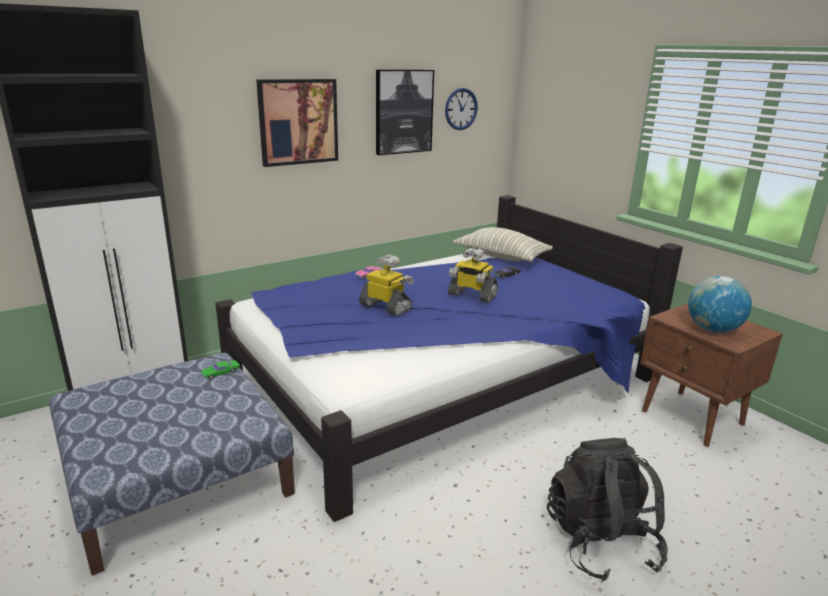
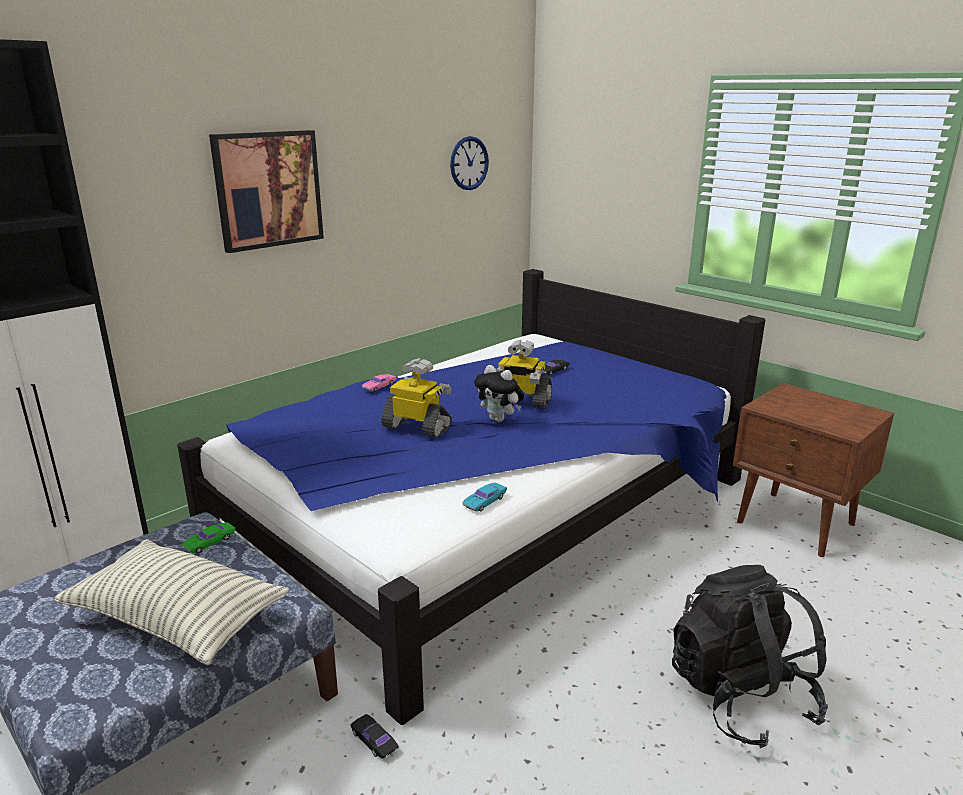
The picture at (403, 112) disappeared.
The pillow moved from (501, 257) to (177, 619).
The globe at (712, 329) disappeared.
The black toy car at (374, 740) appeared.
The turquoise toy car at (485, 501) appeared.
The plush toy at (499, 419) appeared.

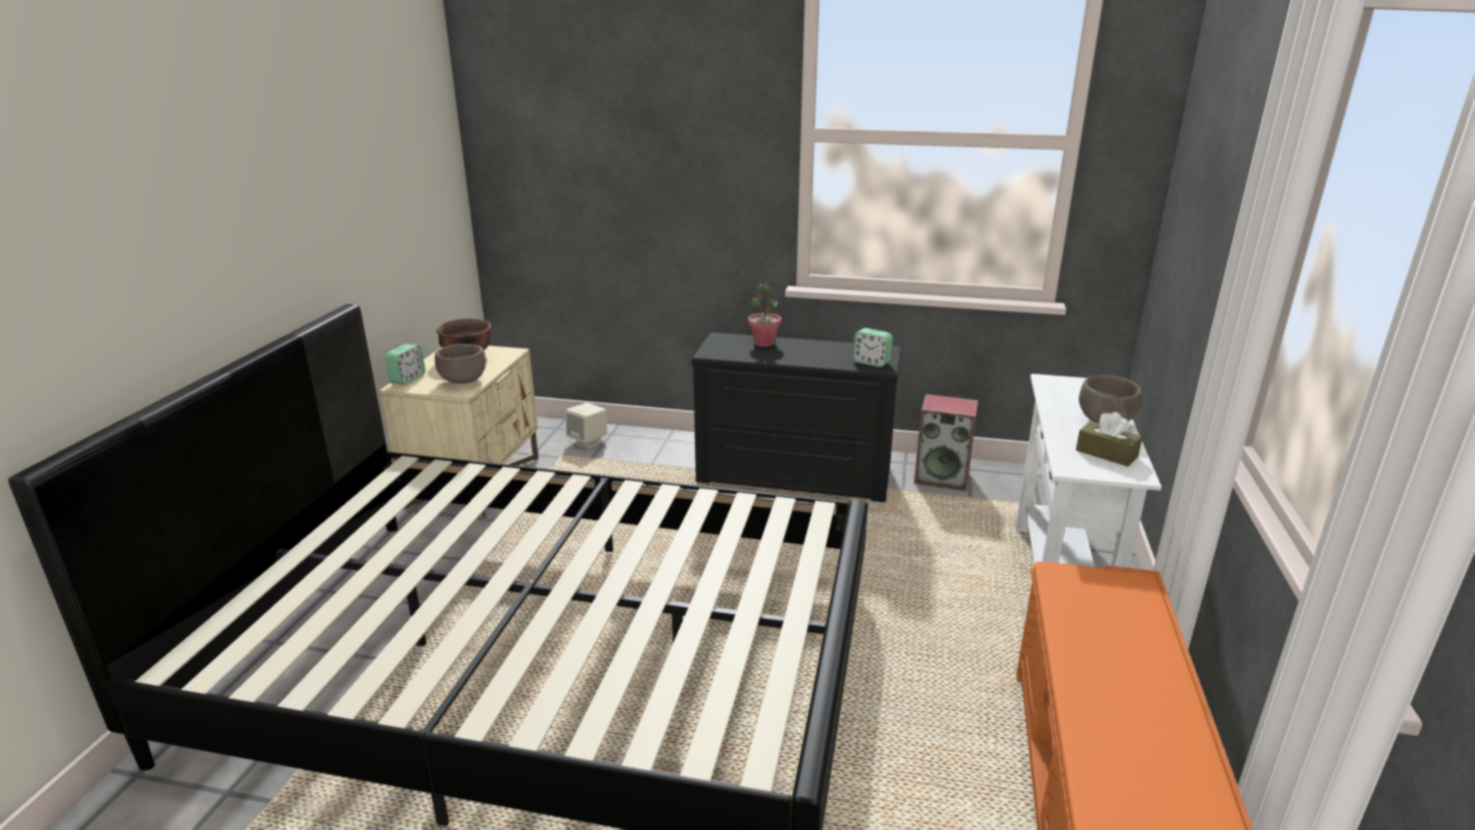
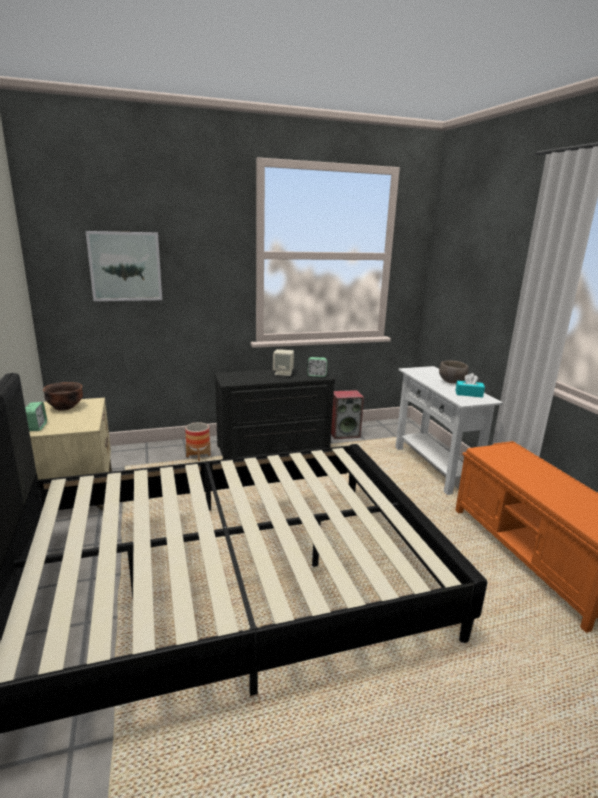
The brown bowl at (463, 381) disappeared.
The beige speaker moved from (588, 441) to (283, 373).
The potted plant at (764, 343) disappeared.
The brown tissue box at (1106, 453) became the turquoise tissue box at (469, 394).
The picture at (125, 266) appeared.
The planter at (198, 456) appeared.

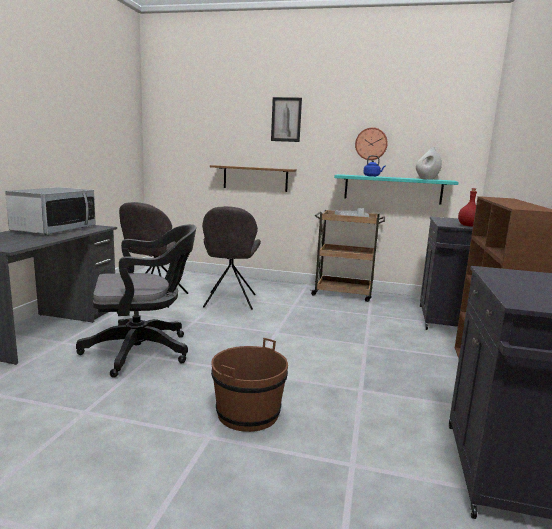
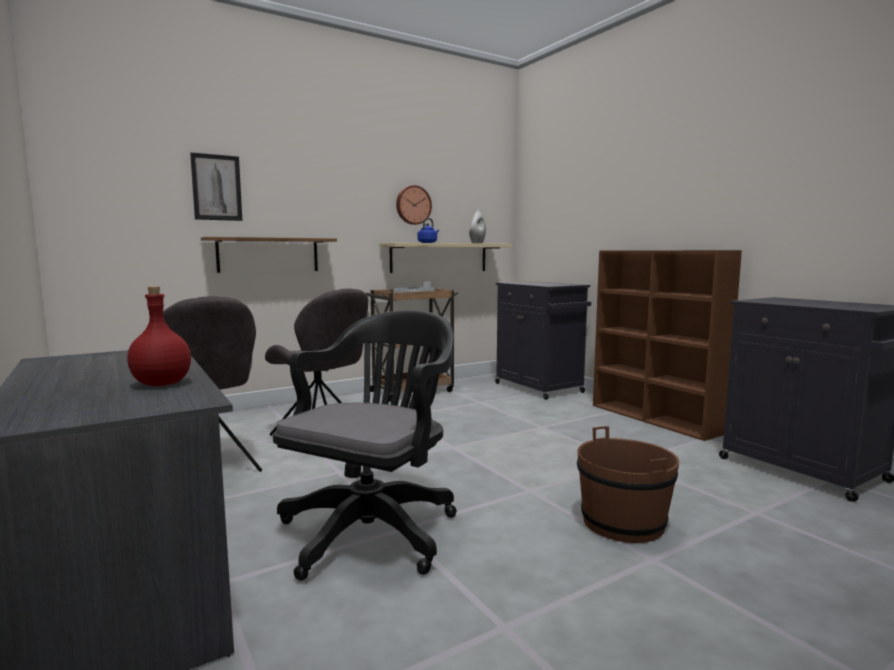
The microwave at (54, 230) disappeared.
The picture moved from (286, 119) to (216, 187).
The turquoise shelf at (392, 189) became the beige shelf at (439, 257).
The red bottle moved from (468, 226) to (160, 384).

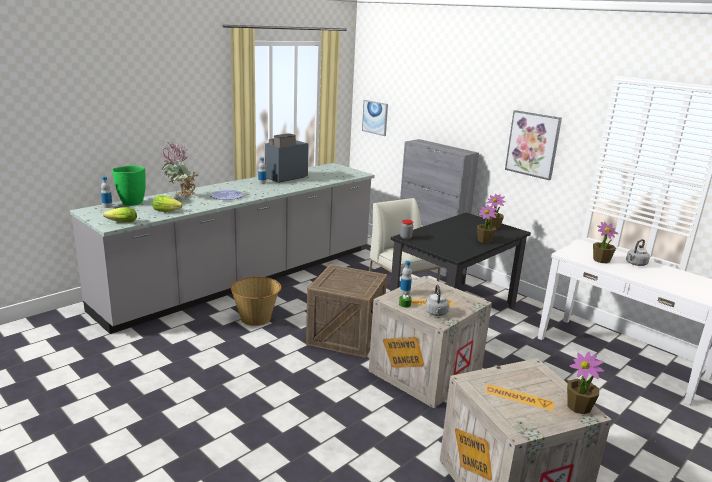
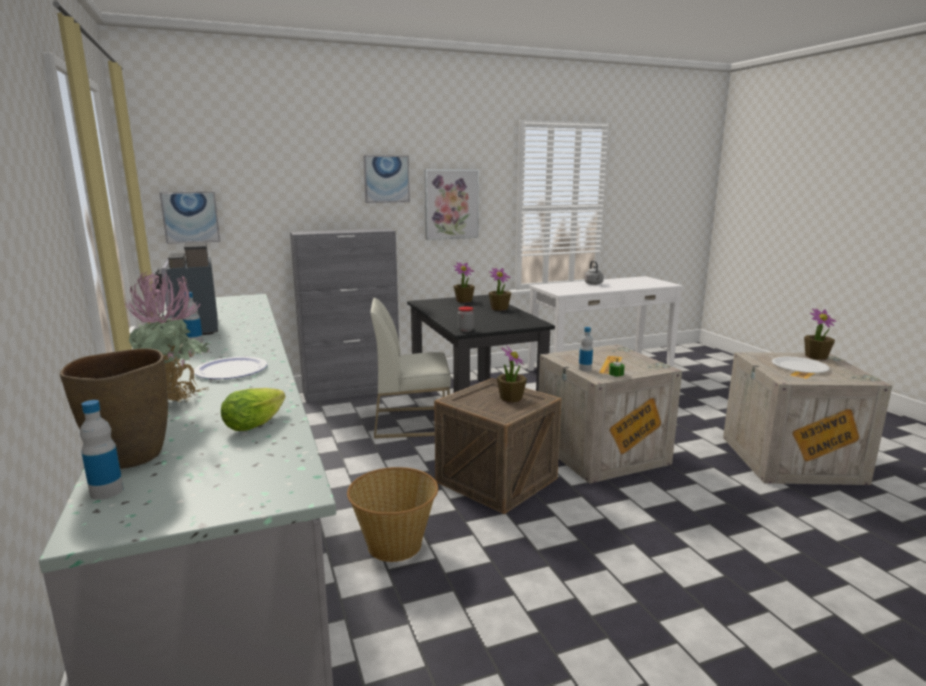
The lettuce at (120, 222) disappeared.
The green vase at (131, 203) became the brown vase at (130, 458).
The grey kettle at (436, 313) disappeared.
The potted plant moved from (601, 260) to (511, 398).
The picture at (386, 179) appeared.
The white plate at (799, 366) appeared.

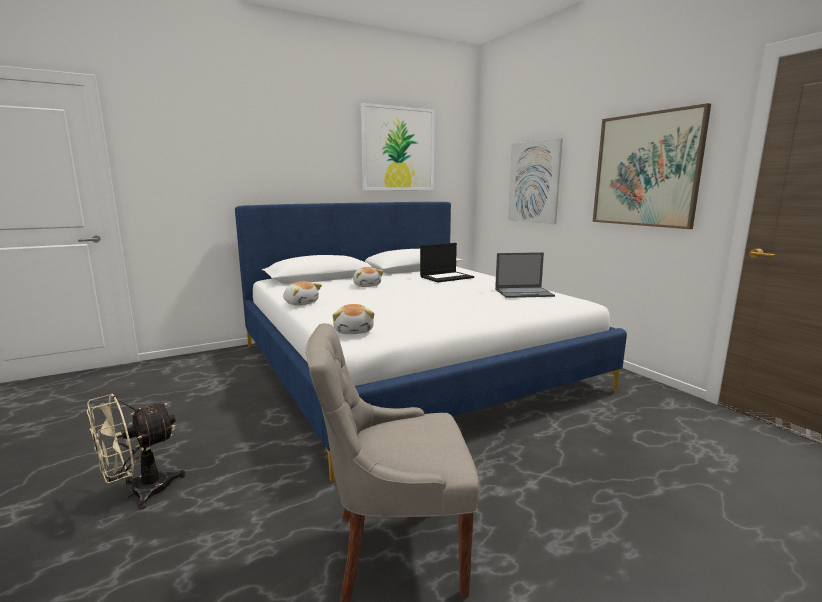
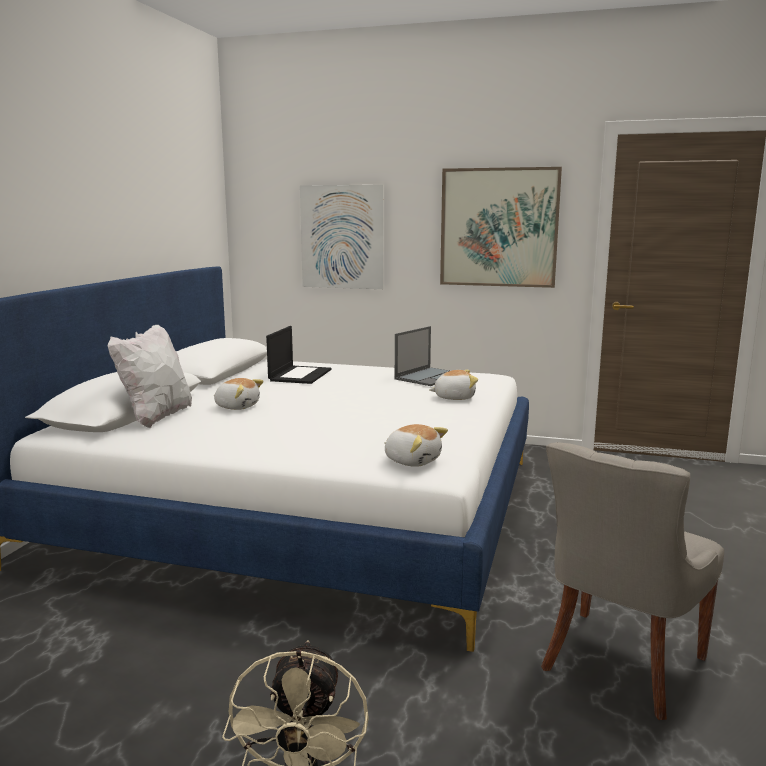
The plush toy moved from (301, 303) to (454, 397).
The picture at (398, 149) disappeared.
The white pillow at (156, 417) appeared.

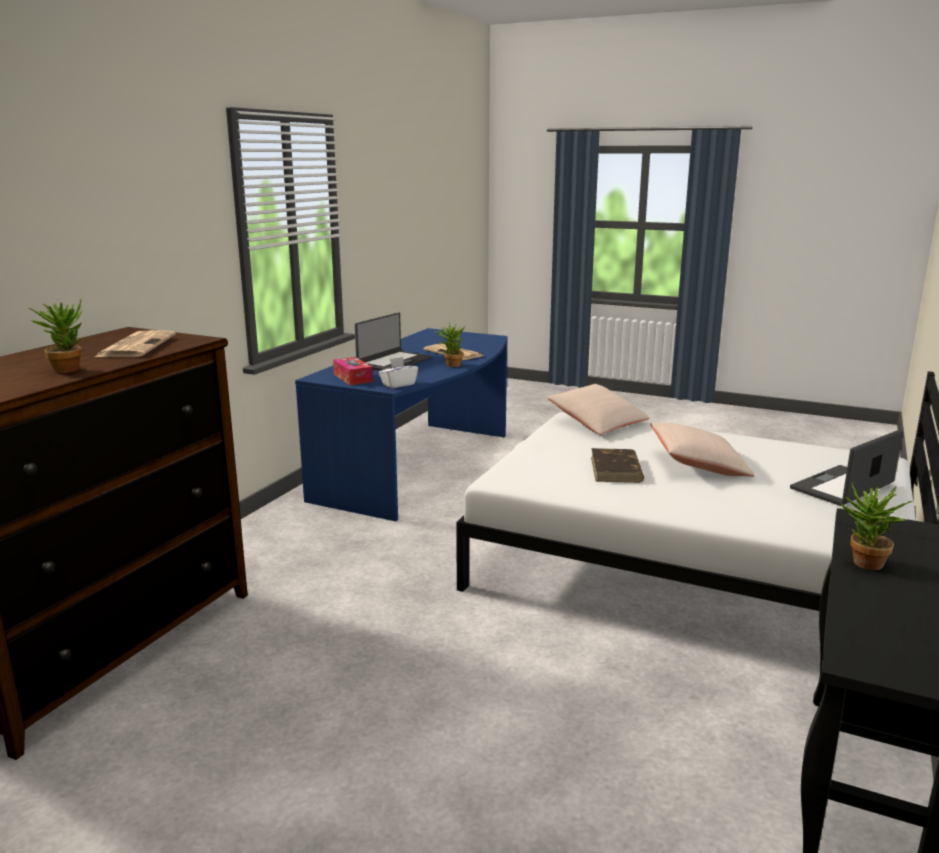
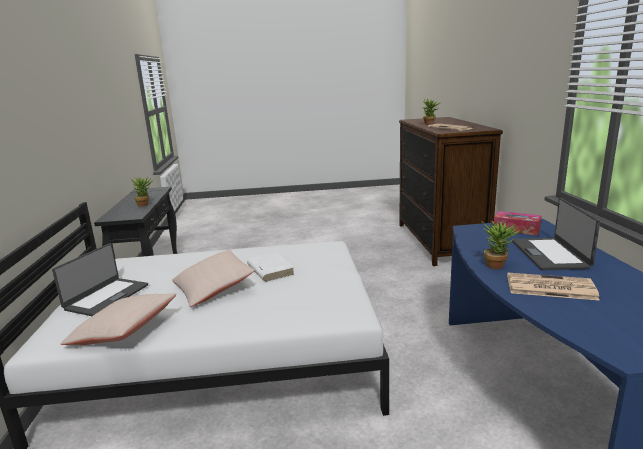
The white tissue box at (398, 384) disappeared.
The beige pillow moved from (597, 422) to (124, 332).
The brown book at (616, 470) became the white book at (270, 269).

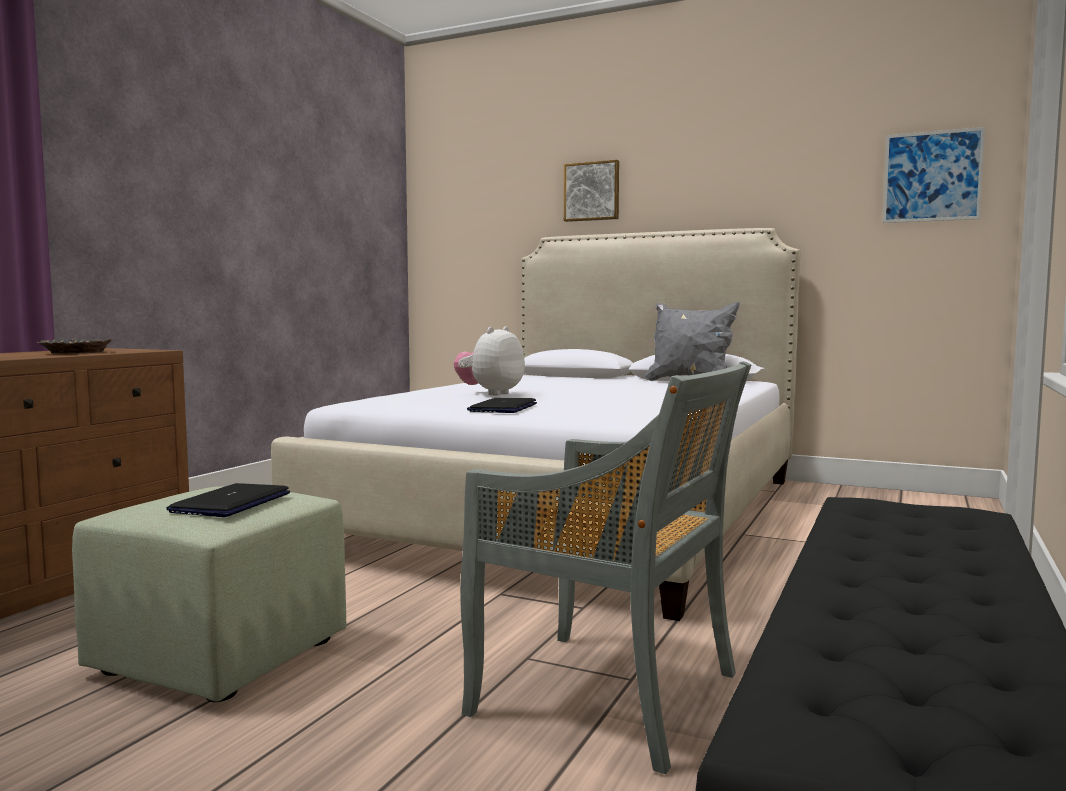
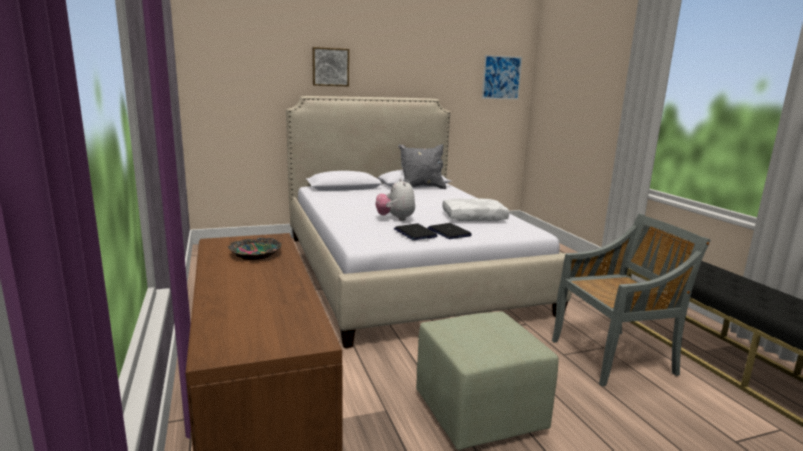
The laptop moved from (231, 503) to (415, 233).
The white pillow at (474, 217) appeared.

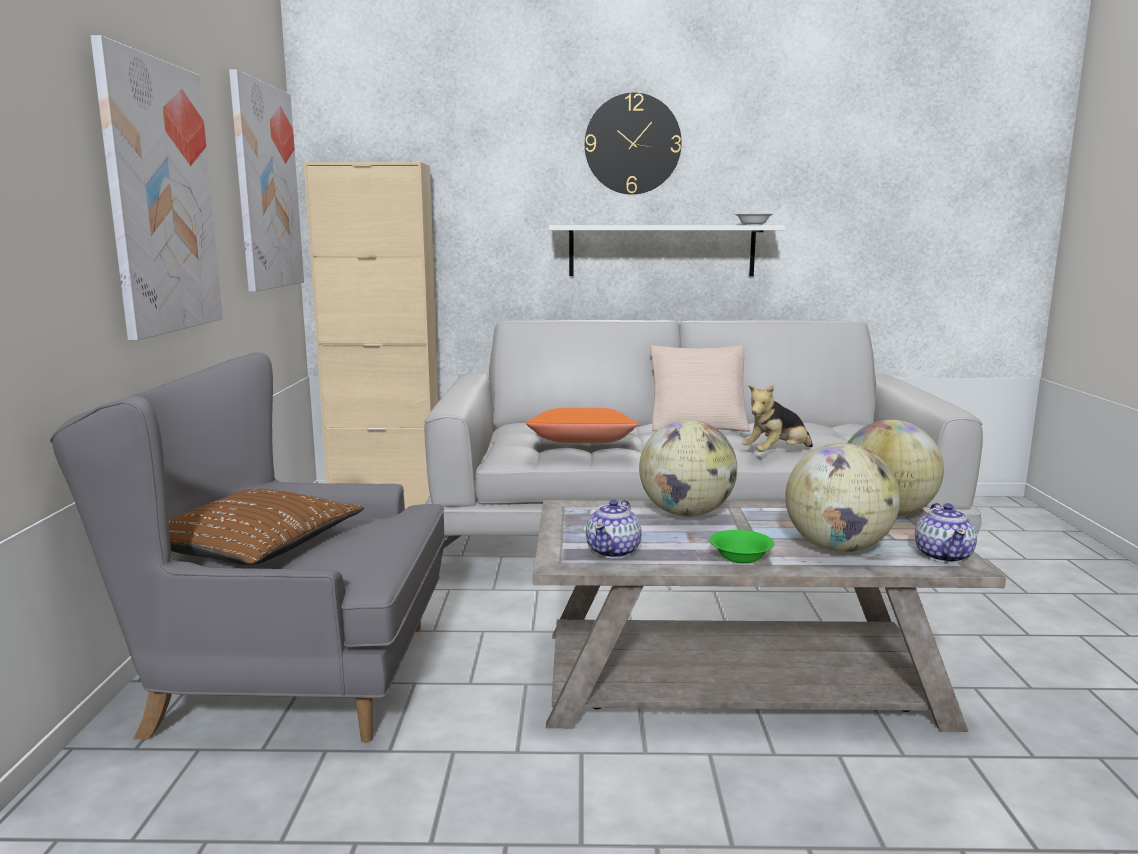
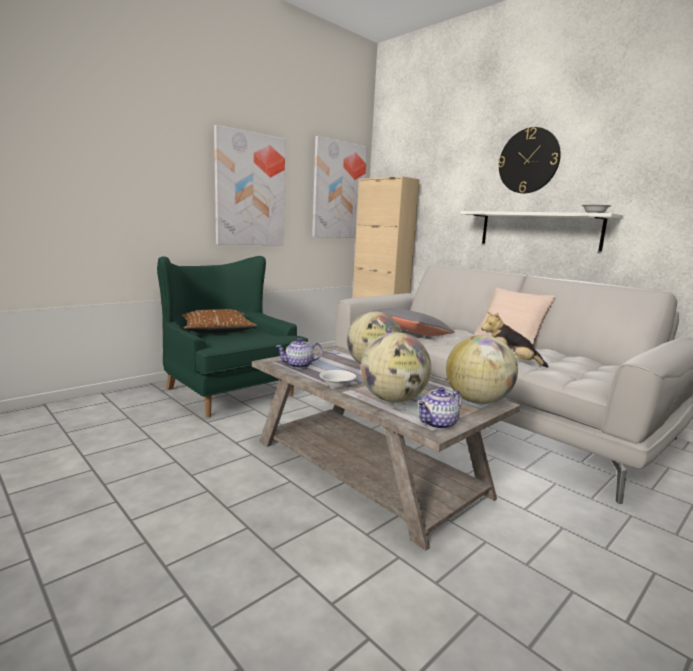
The grey armchair at (286, 676) became the green armchair at (228, 390).
The orange pillow at (583, 447) became the grey pillow at (412, 334).
The green bowl at (741, 558) became the white bowl at (337, 385).

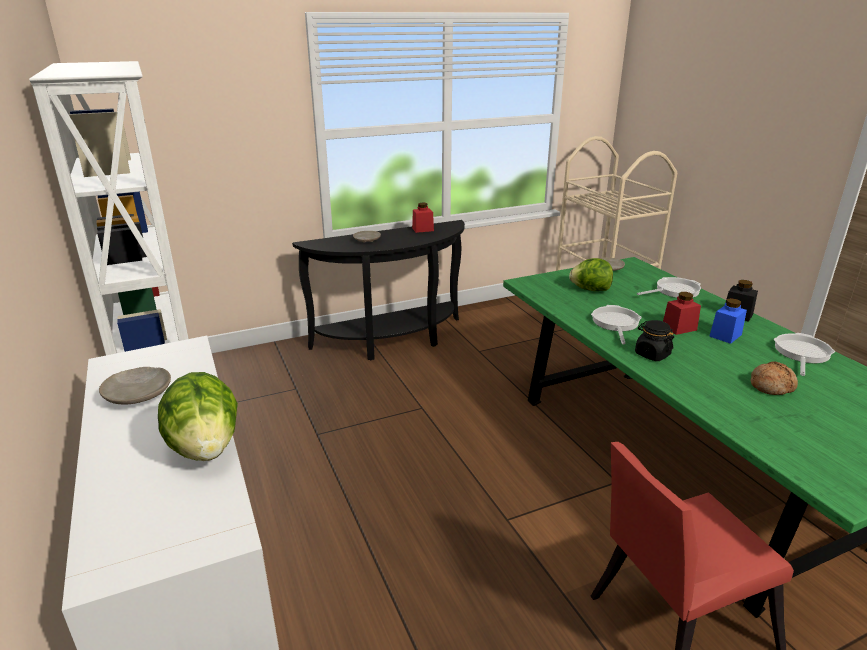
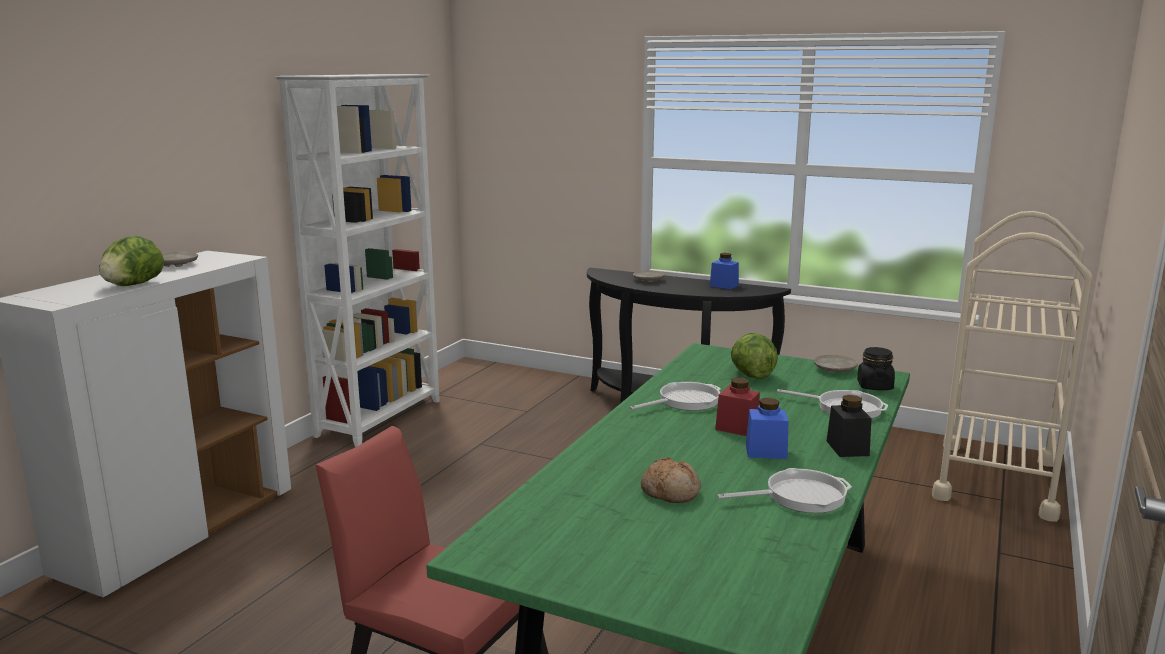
The red jar at (423, 229) became the blue jar at (724, 285).
The black jar moved from (652, 354) to (874, 386).

